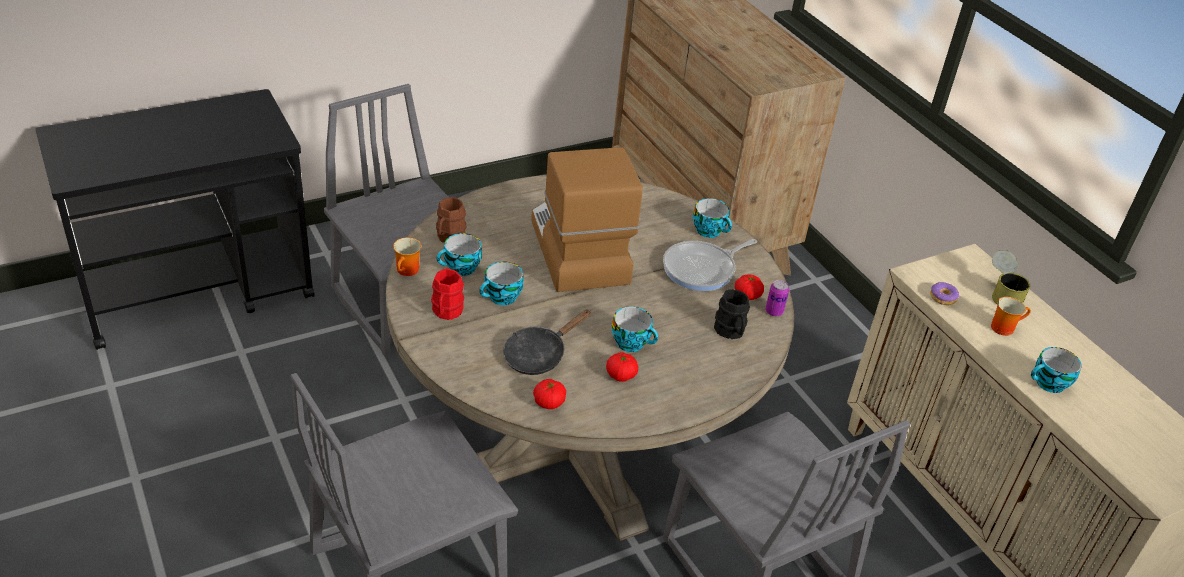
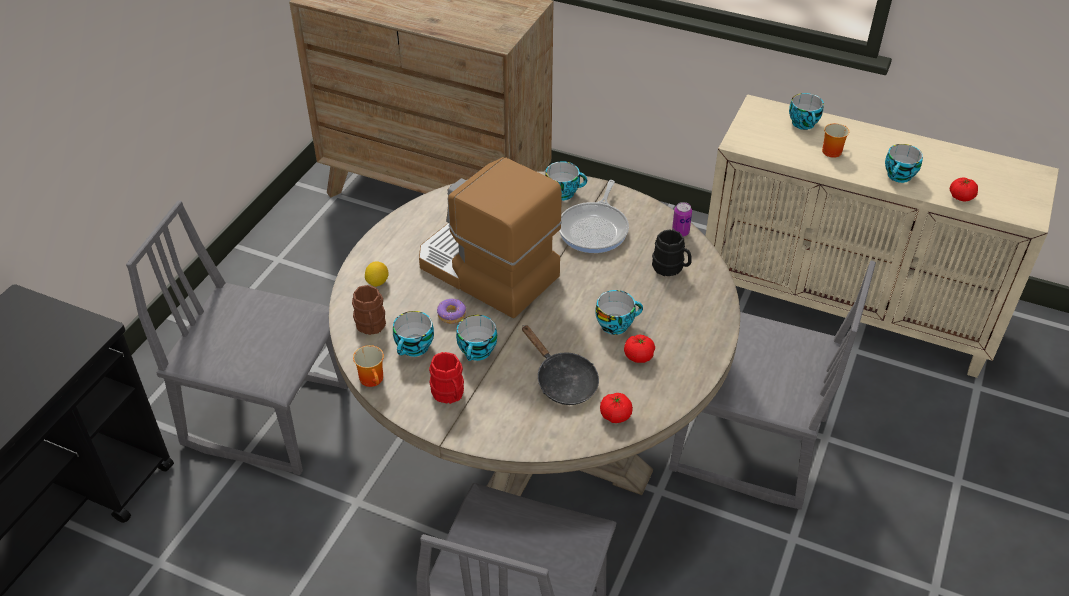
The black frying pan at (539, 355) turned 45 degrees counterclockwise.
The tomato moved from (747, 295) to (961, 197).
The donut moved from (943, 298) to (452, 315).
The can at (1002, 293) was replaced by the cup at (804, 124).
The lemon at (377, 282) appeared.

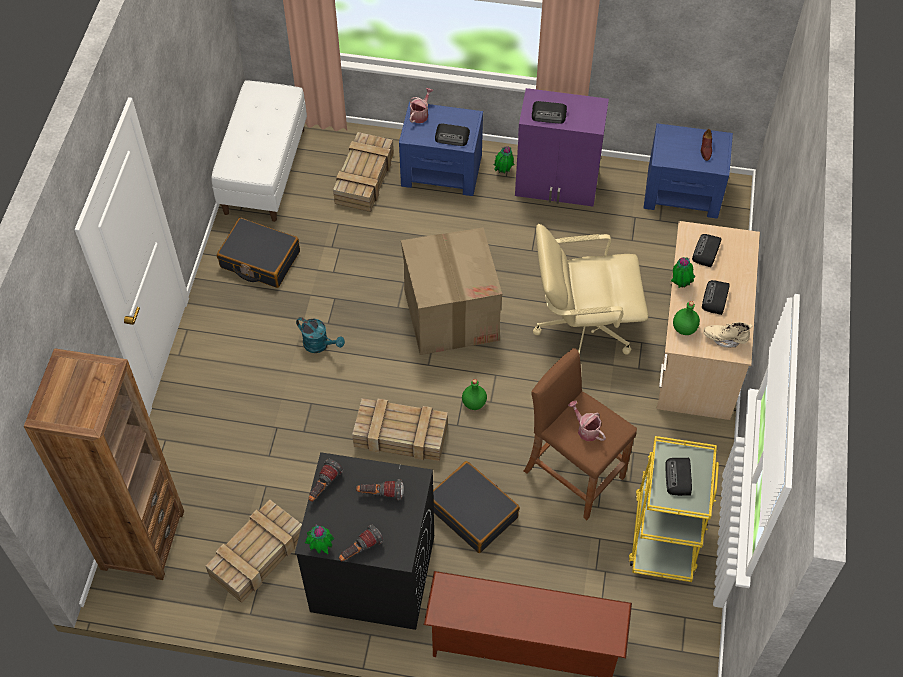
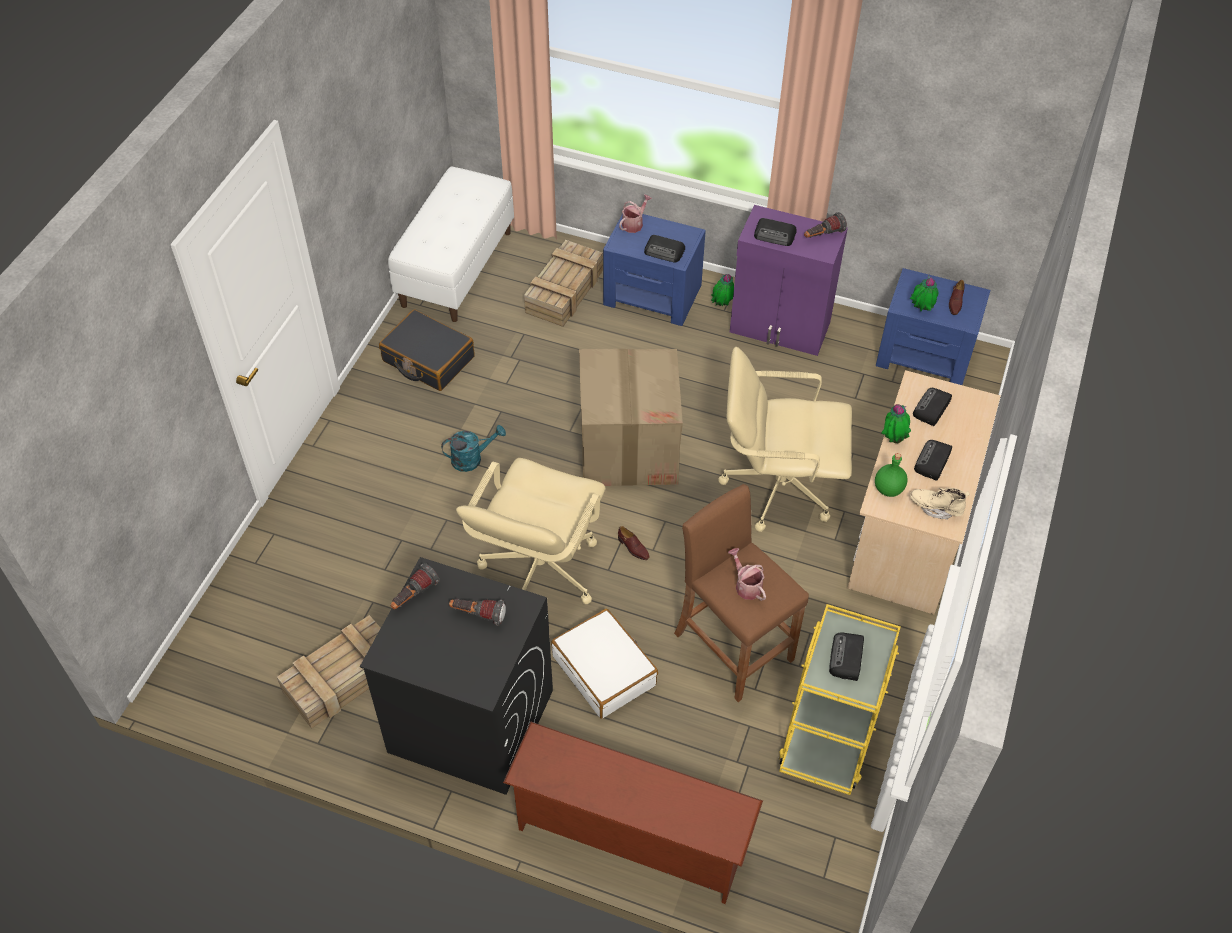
The brown bookcase at (142, 540) disappeared.
The turquoise watering can at (320, 345) turned 60 degrees counterclockwise.
The potted plant moved from (321, 548) to (920, 310).
The flashlight moved from (360, 550) to (822, 235).
The crate at (399, 435) was replaced by the beige office chair at (538, 571).
The black suitcase at (473, 512) became the white suitcase at (604, 670).
The green bottle at (474, 402) was replaced by the brown shoe at (633, 548).

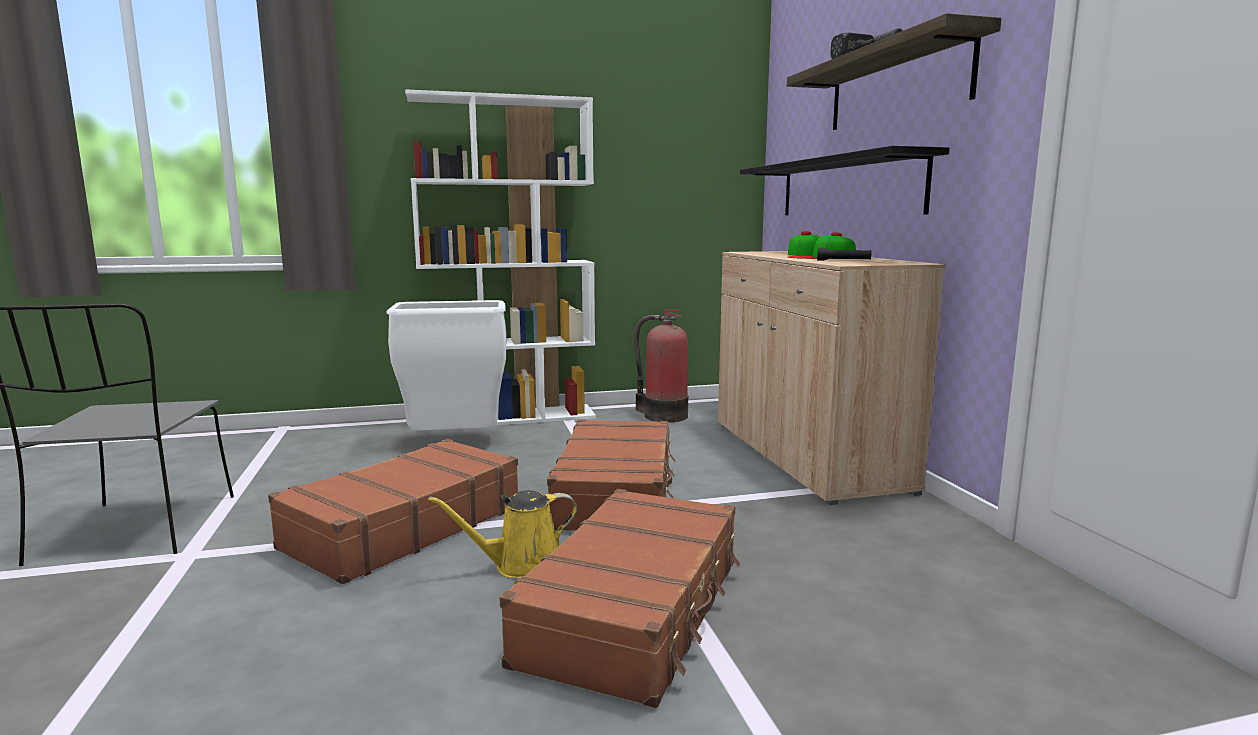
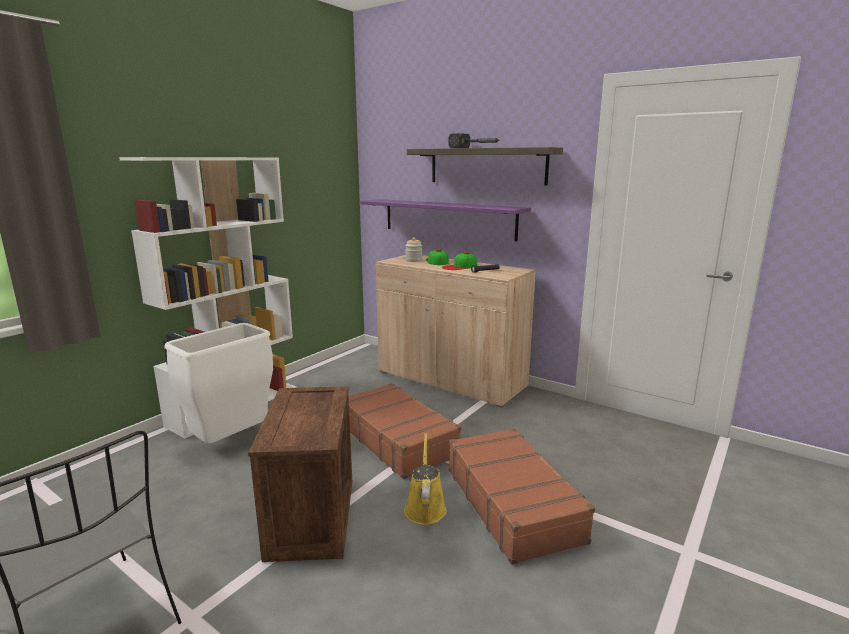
The brown suitcase at (403, 527) was replaced by the crate at (313, 518).
The yellow watering can at (521, 565) turned 150 degrees clockwise.
The fire extinguisher at (662, 415) disappeared.
The black shelf at (847, 188) became the purple shelf at (448, 218).
The jar at (414, 260) appeared.

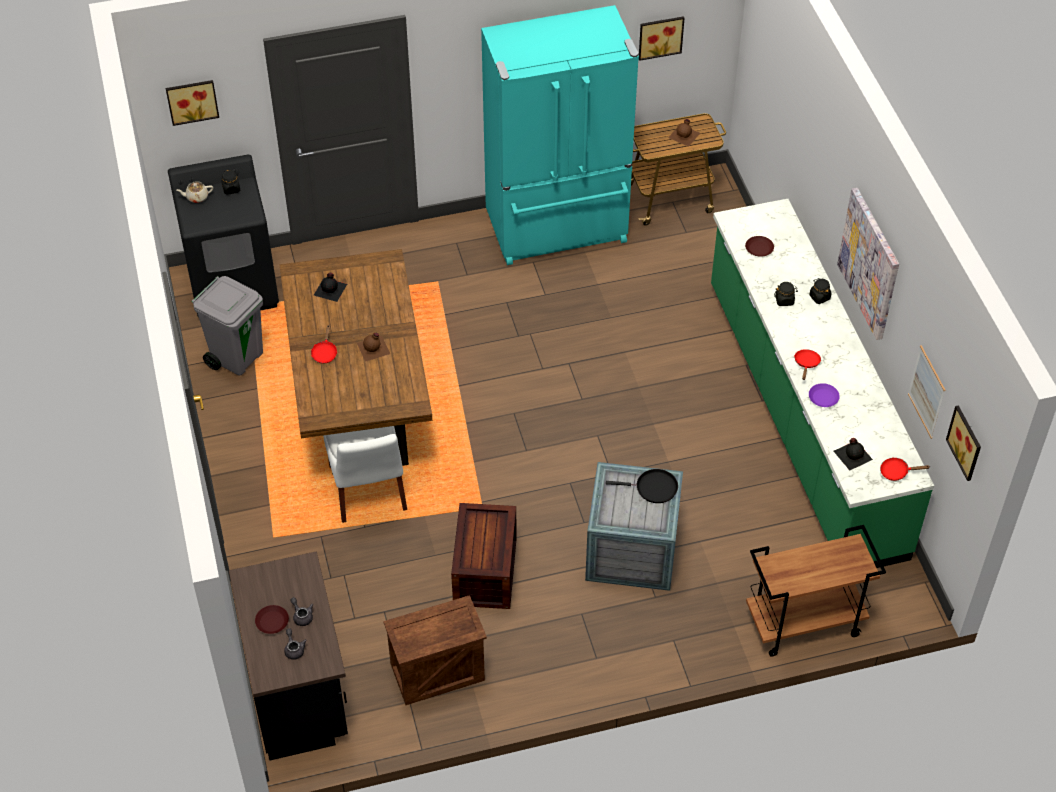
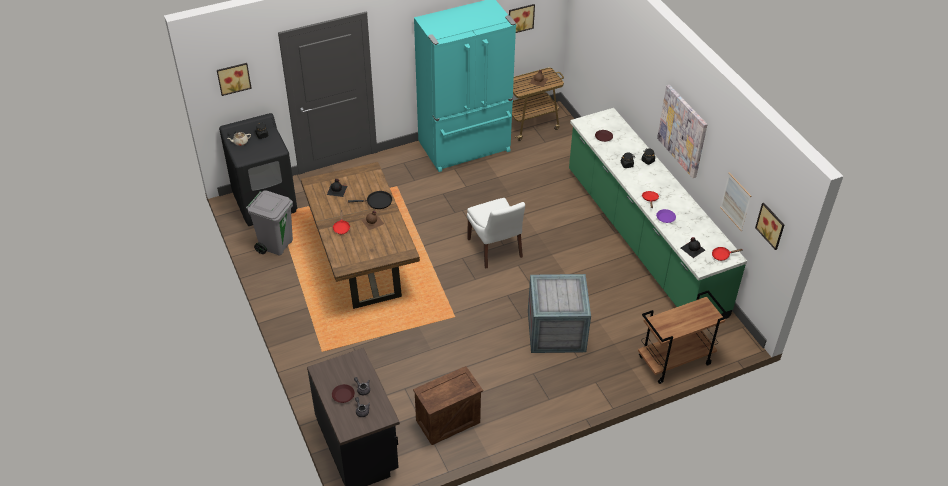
The white chair moved from (368, 490) to (495, 249).
The crate at (485, 573) disappeared.
The black frying pan moved from (653, 488) to (377, 201).

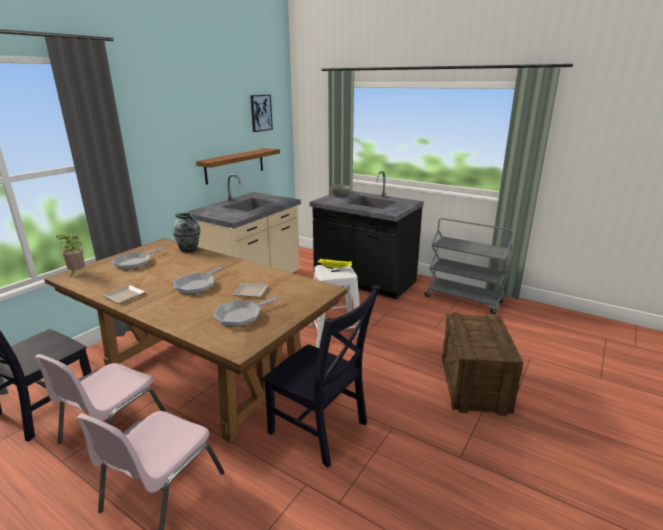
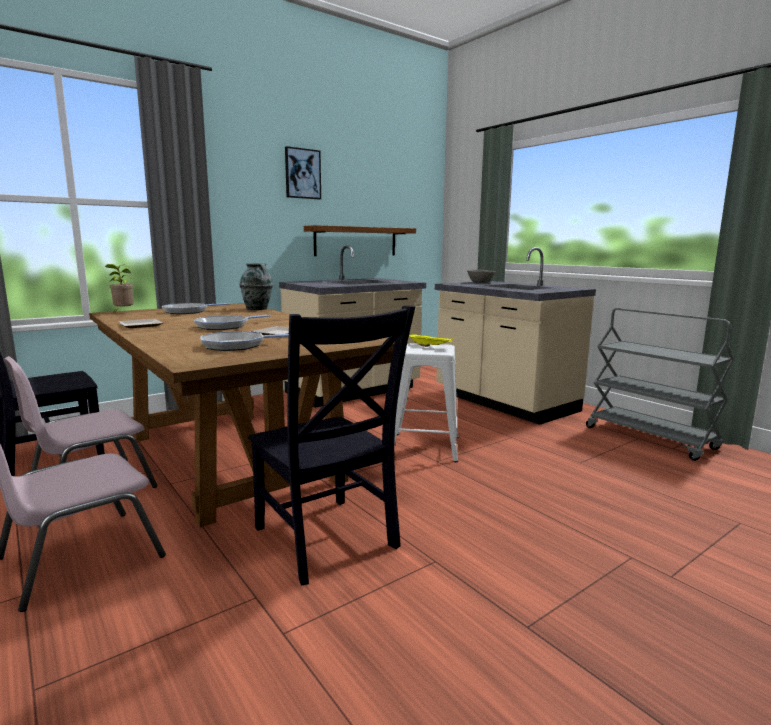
The picture moved from (260, 113) to (302, 173).
The black counter at (364, 281) became the beige counter at (504, 402).
The crate at (474, 386) disappeared.

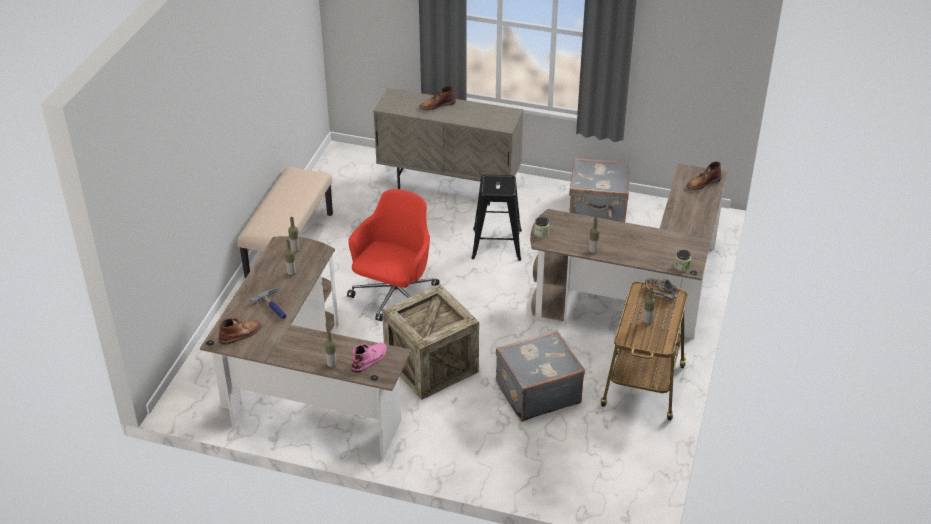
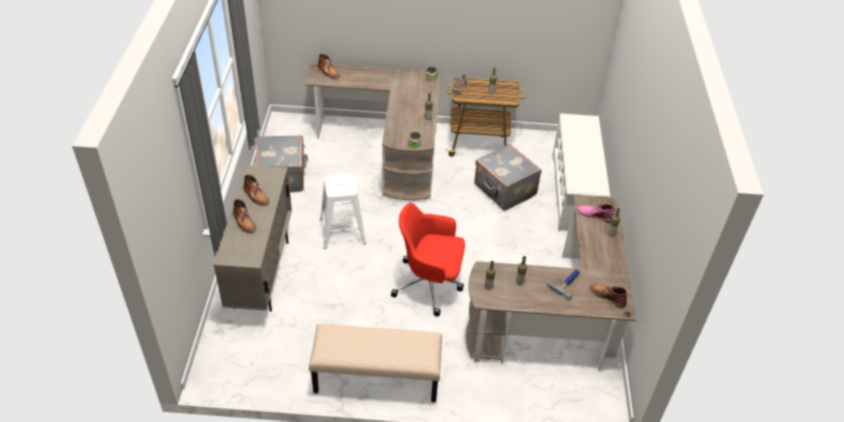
The crate at (431, 365) disappeared.
The black stool at (496, 243) became the white stool at (342, 231).
The brown boot at (256, 196) appeared.
The white shoe rack at (574, 192) appeared.

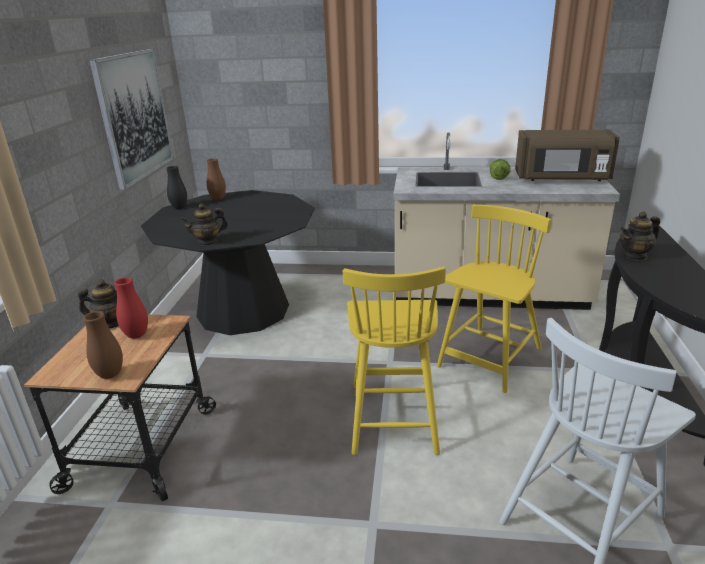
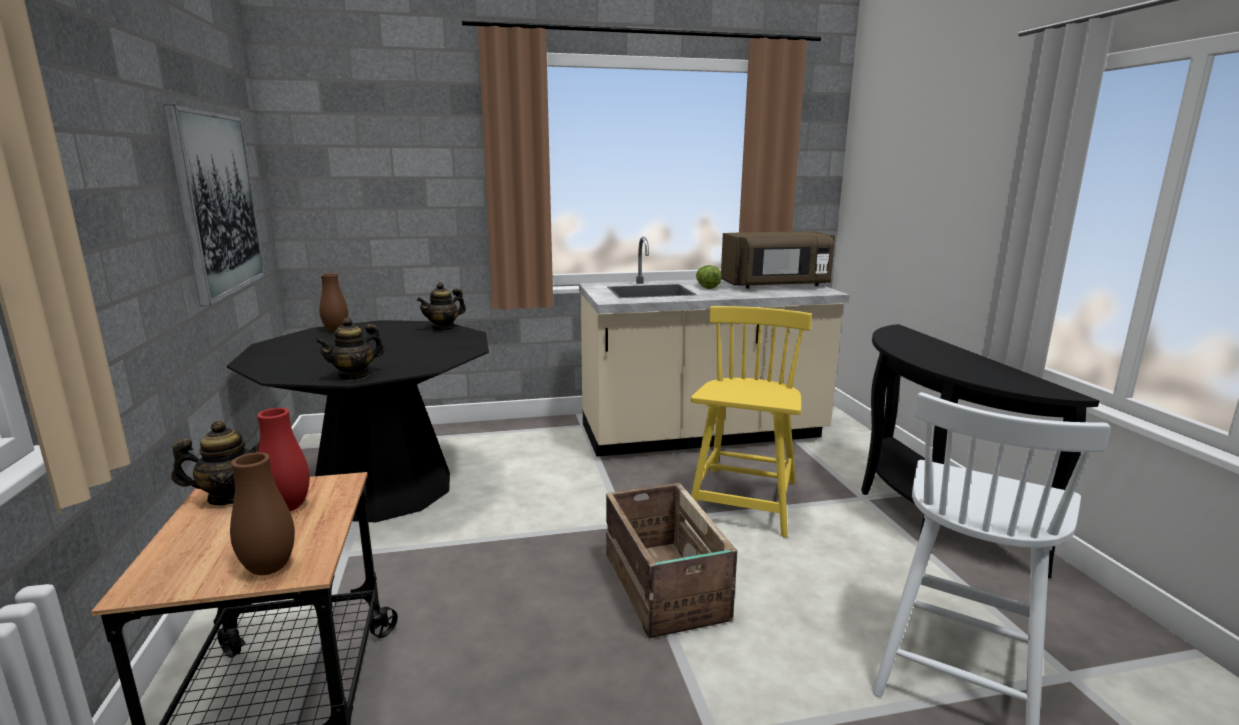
The black vase at (179, 207) disappeared.
The yellow chair at (393, 415) was replaced by the crate at (664, 588).
The teapot moved from (635, 255) to (443, 328).

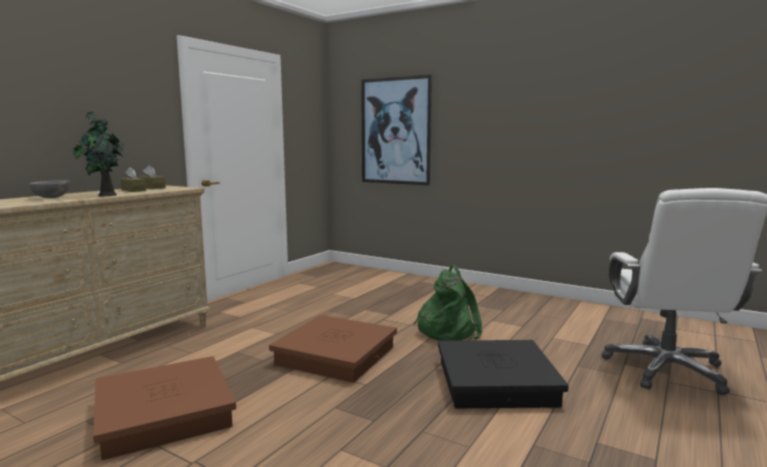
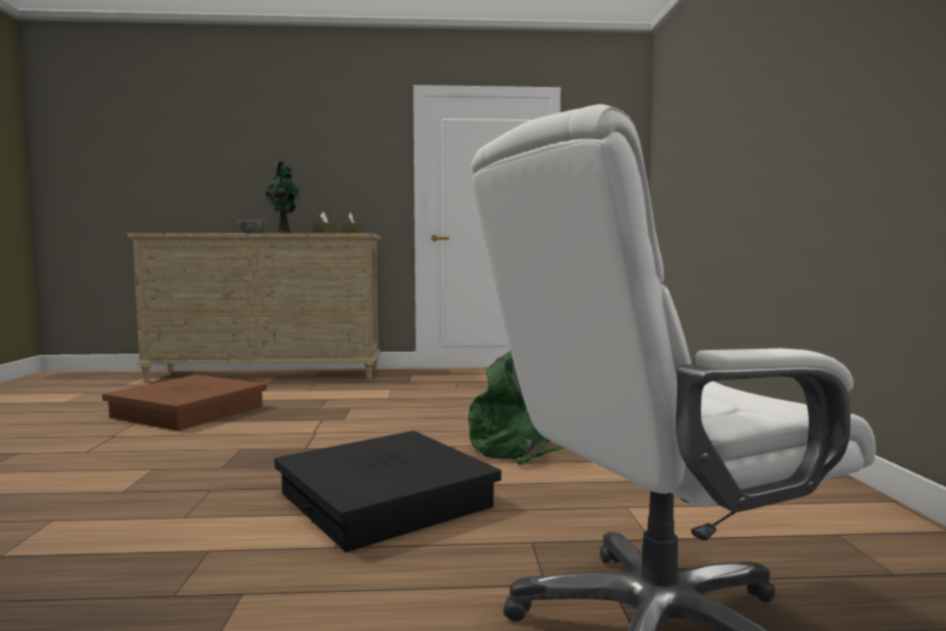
The brown storage box at (336, 355) disappeared.
The picture at (395, 131) disappeared.

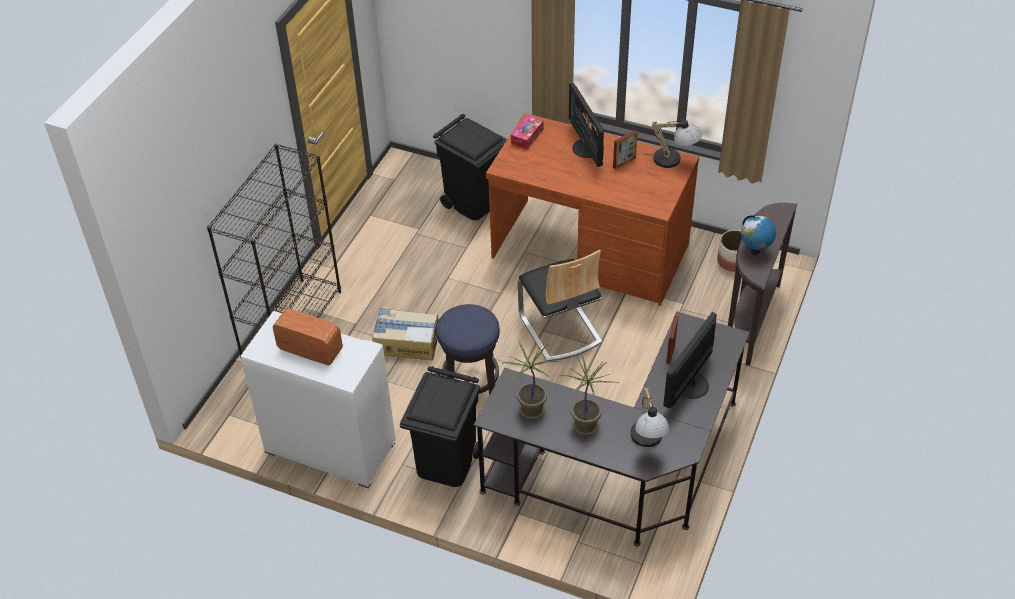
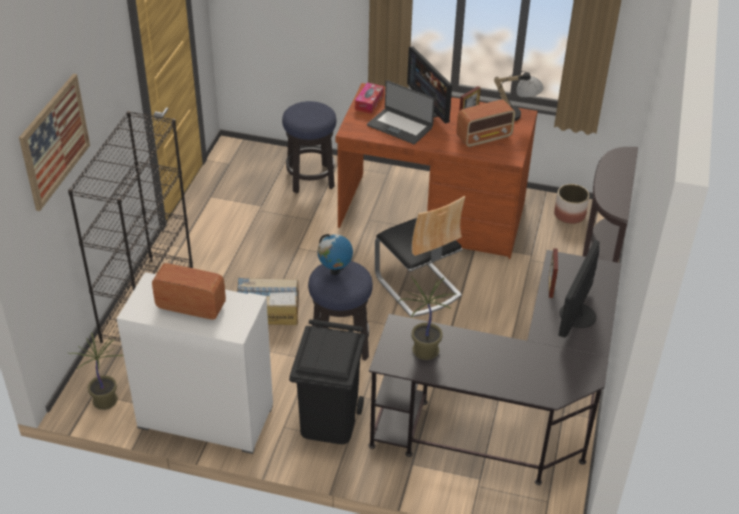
The black trash can at (473, 202) was replaced by the stool at (310, 179).
The potted plant moved from (586, 425) to (105, 400).
The table lamp at (647, 442) disappeared.
The globe moved from (755, 251) to (335, 271).
The picture at (54, 141) appeared.
The laptop at (400, 126) appeared.
The radio at (484, 137) appeared.

